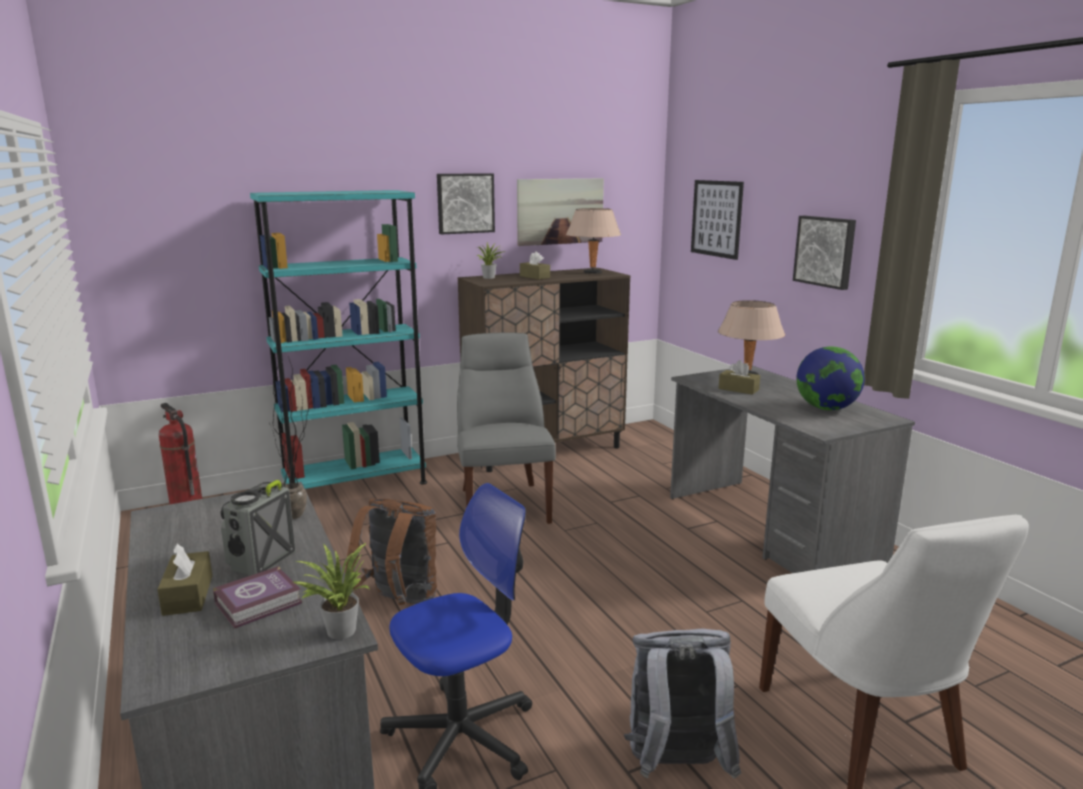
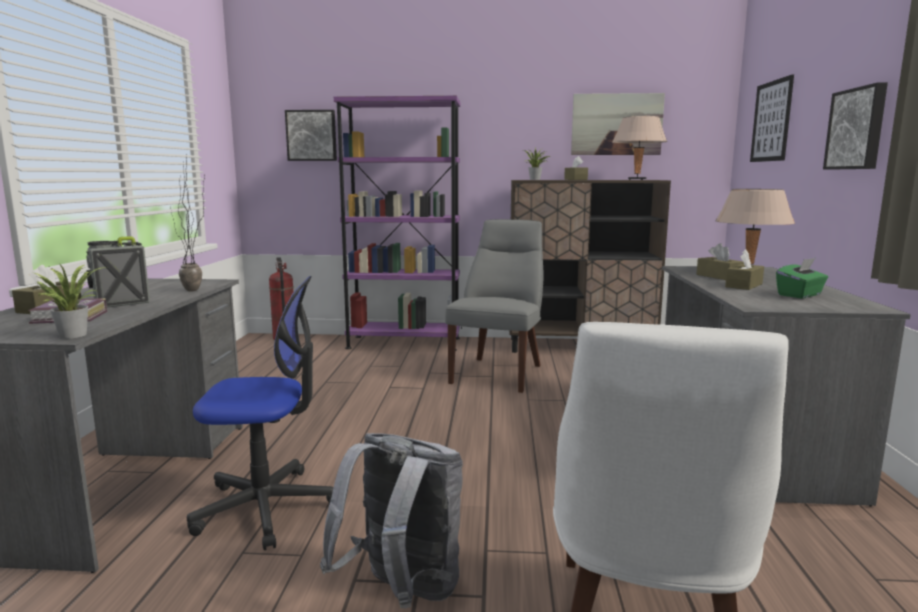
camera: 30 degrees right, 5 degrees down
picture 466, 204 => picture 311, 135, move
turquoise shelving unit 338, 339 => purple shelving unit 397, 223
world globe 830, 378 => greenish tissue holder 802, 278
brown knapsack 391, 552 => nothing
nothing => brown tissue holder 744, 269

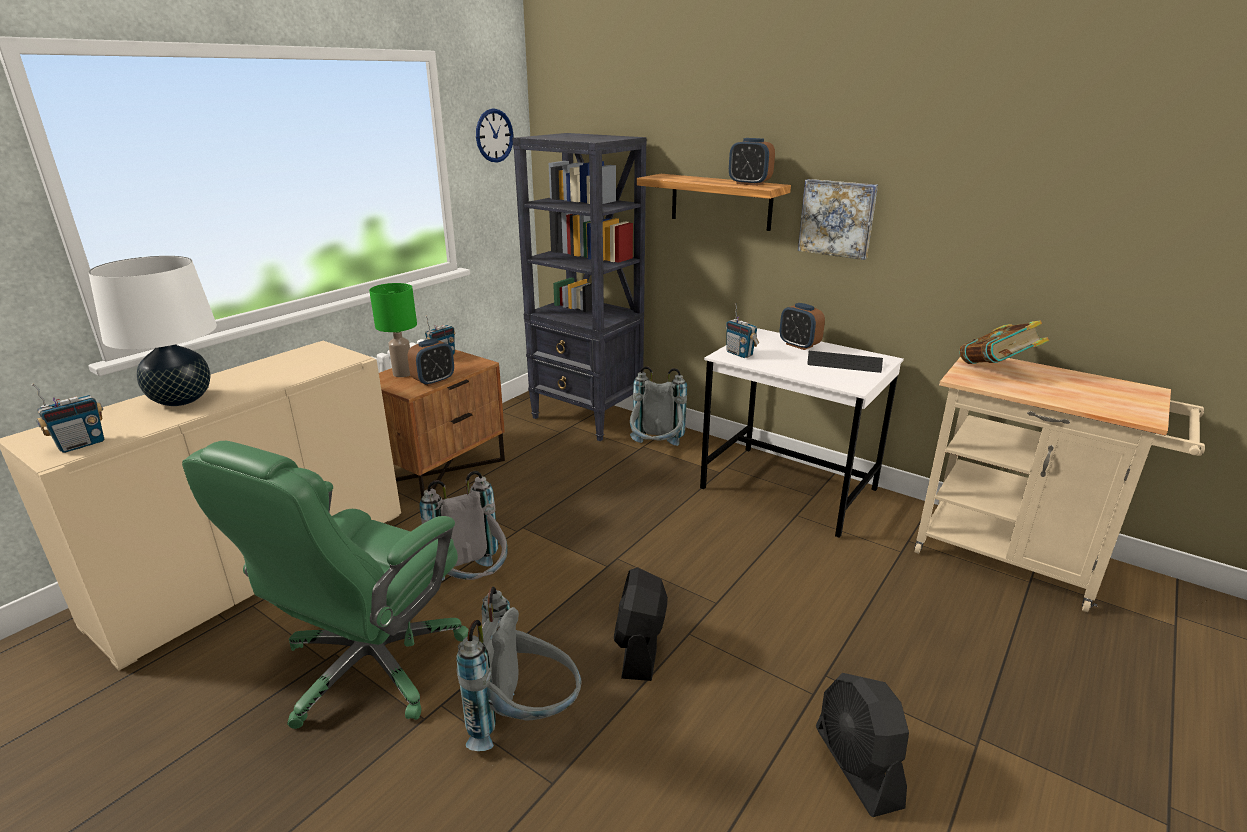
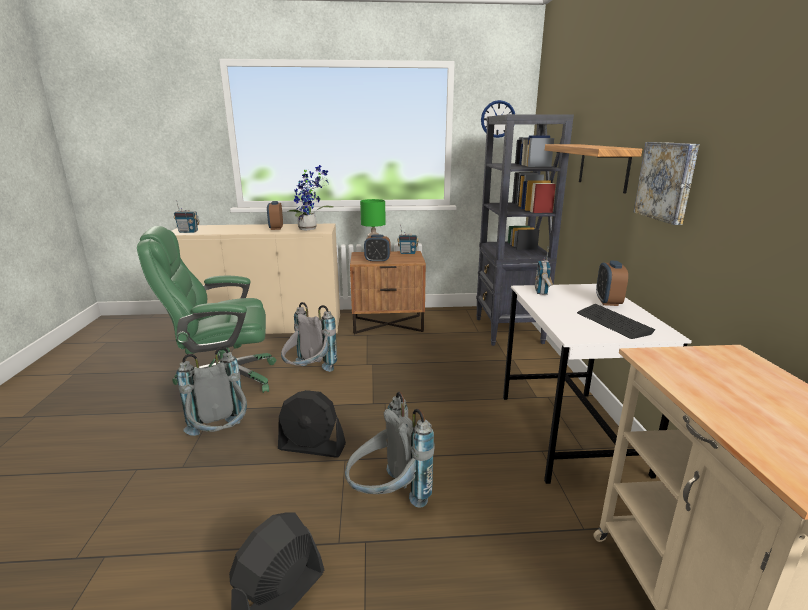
camera: 50 degrees right, 5 degrees down
table clock 752, 162 => table clock 275, 215, move
whitish tabletop lamp 152, 331 => nothing
bound book 1004, 342 => nothing
gray knapsack 658, 406 => gray knapsack 390, 449, move
blackish fan 641, 624 => blackish fan 312, 424, 135 degrees counterclockwise
nothing => houseplant 310, 197

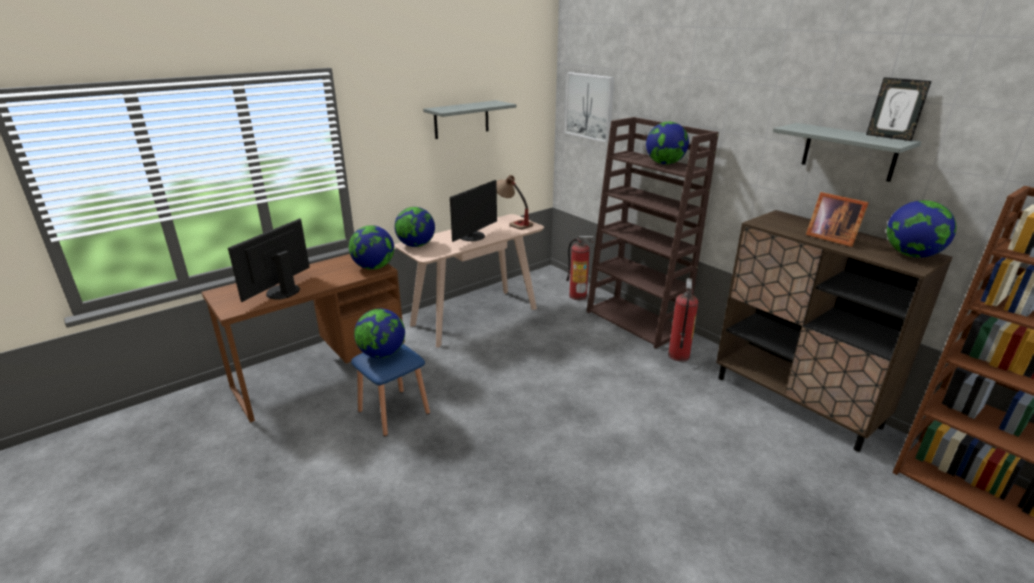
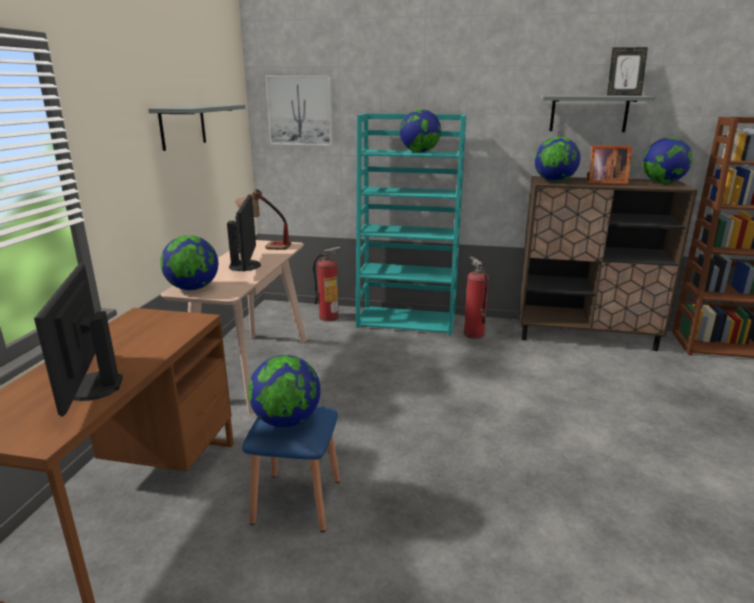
camera: 40 degrees left, 5 degrees down
brown shelving unit 653, 233 => turquoise shelving unit 411, 224
world globe 371, 247 => world globe 557, 159, move

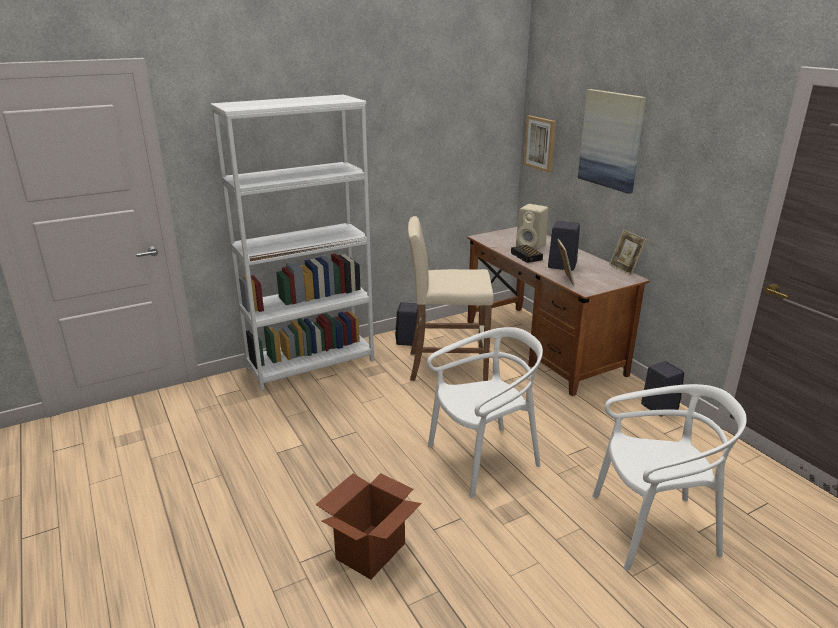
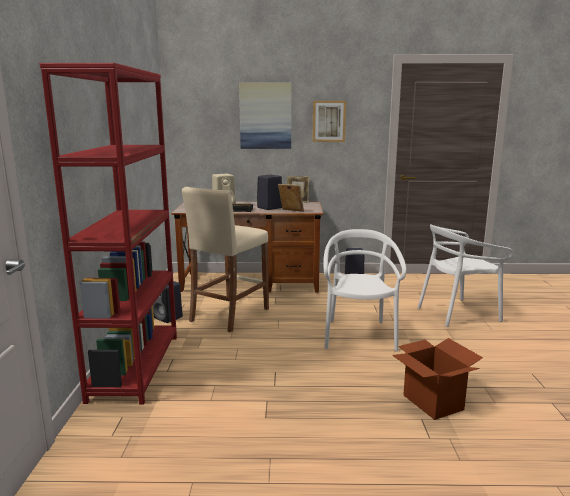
camera: 60 degrees left, 10 degrees down
whitish shelving unit 292, 243 => reddish shelving unit 108, 234
picture 539, 144 => picture 329, 121, move
whitish plain chair 669, 477 => whitish plain chair 465, 275, 135 degrees counterclockwise

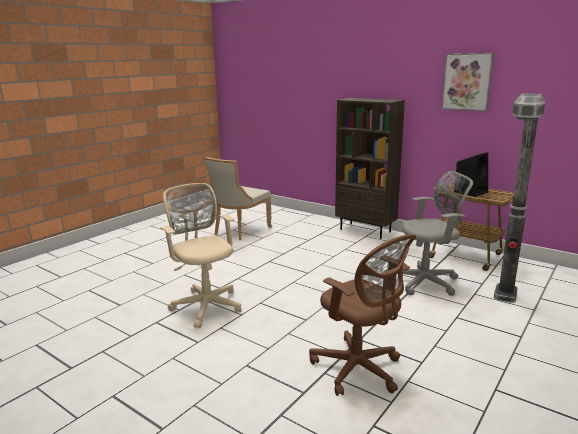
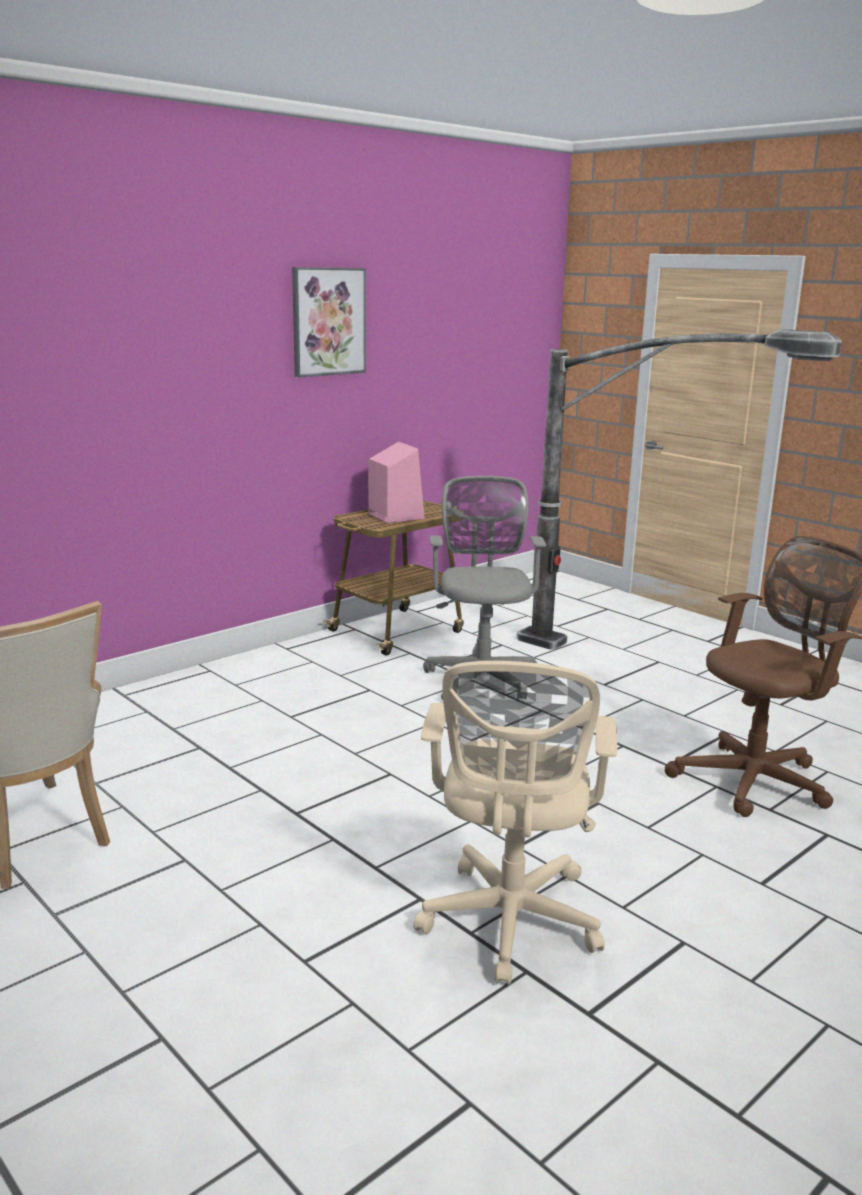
camera: 80 degrees left, 0 degrees up
brown shelving unit 370, 168 => nothing
blackish speaker 471, 174 => pink speaker 396, 482
beige desk chair 201, 256 => beige desk chair 515, 823, 60 degrees counterclockwise

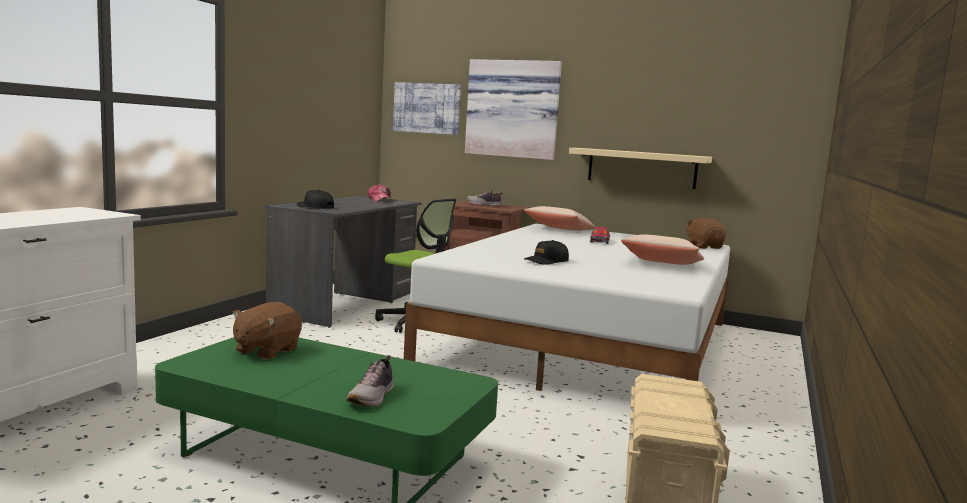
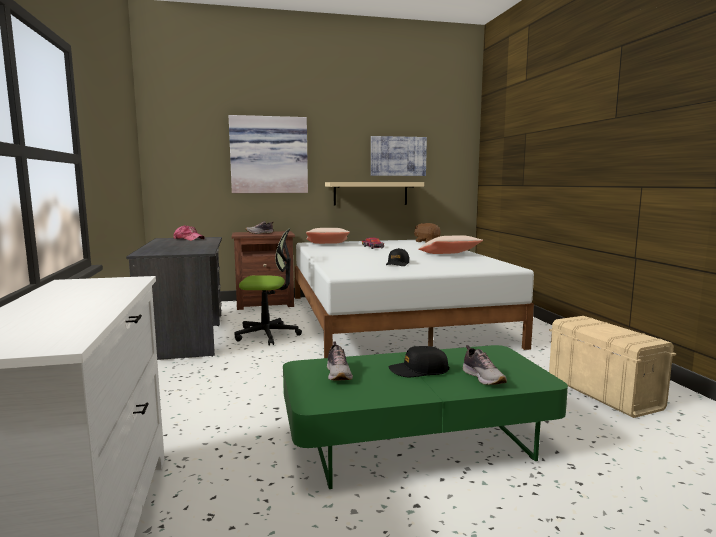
camera: 35 degrees left, 0 degrees up
picture 427, 108 => picture 399, 156, move
blackish peaked cap 315, 199 => blackish peaked cap 419, 361, move
brown plush toy 267, 331 => low shoe 340, 361

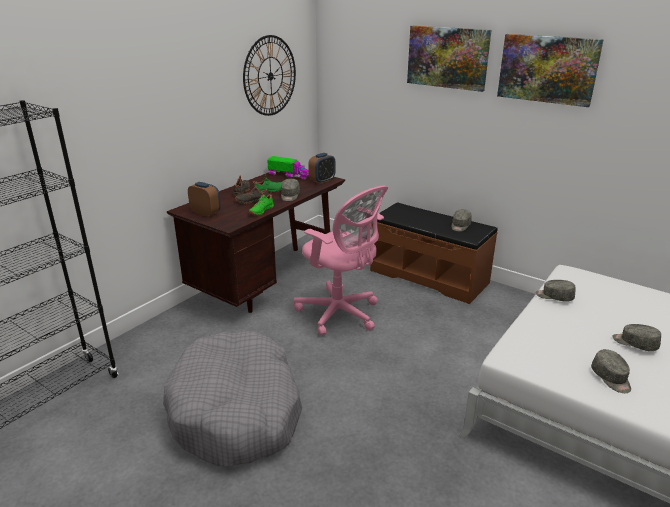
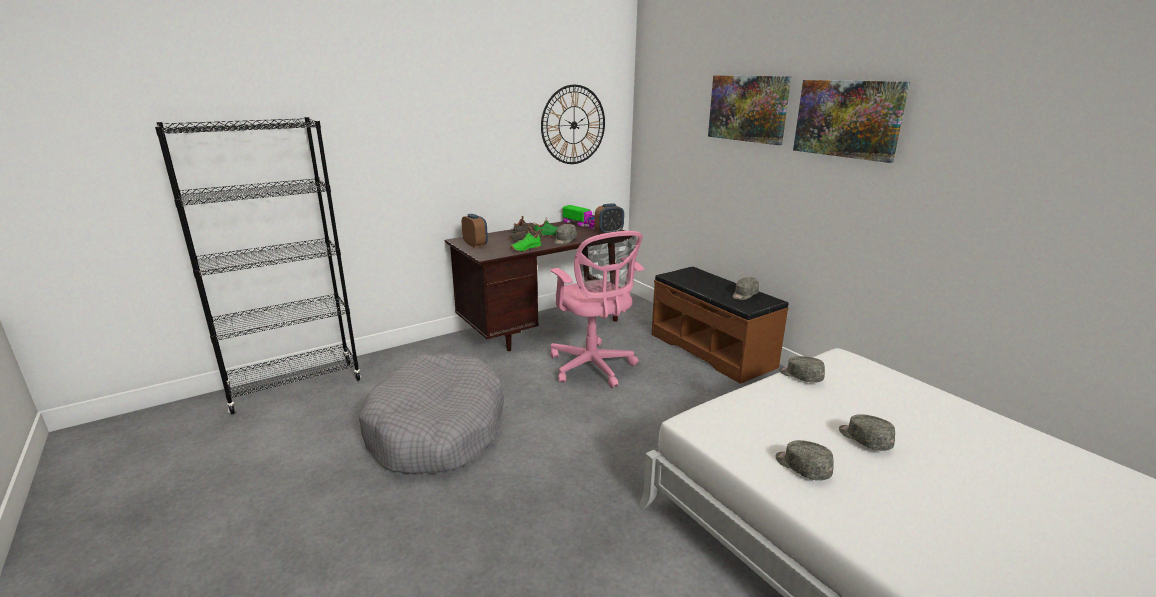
camera: 20 degrees right, 5 degrees down
gray peaked cap 611, 371 => gray peaked cap 805, 460, 135 degrees clockwise

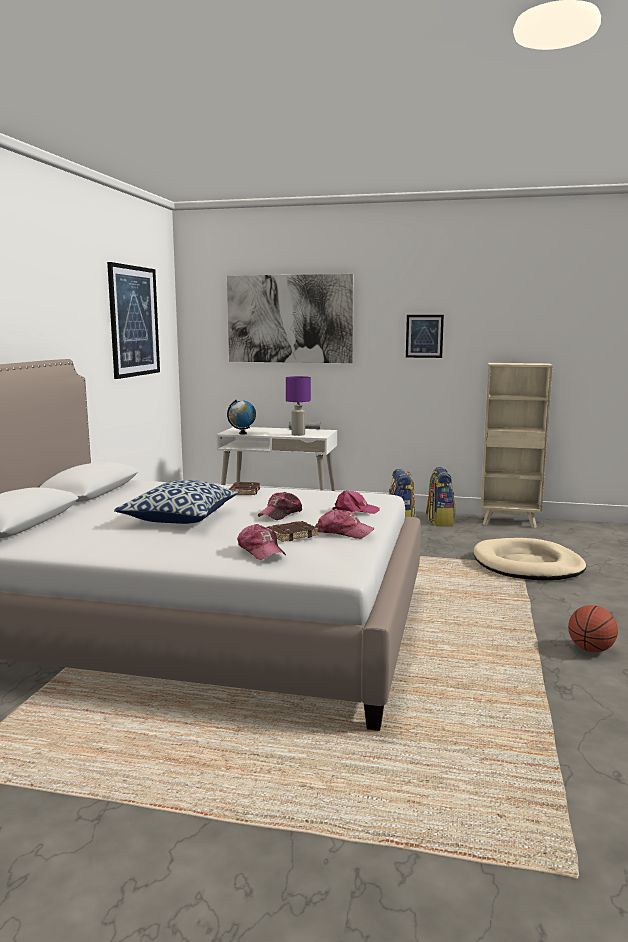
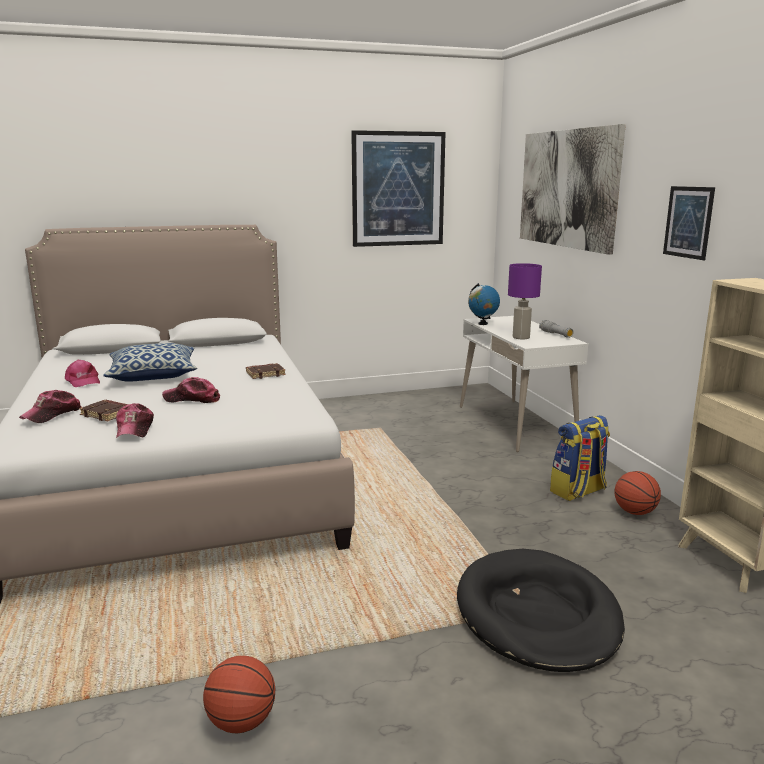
camera: 60 degrees right, 5 degrees up
knapsack 441, 496 => ball for basketball 637, 493
pink peaked cap 356, 502 => pink peaked cap 82, 373, move
beige pet bed 529, 559 => blackish pet bed 541, 610

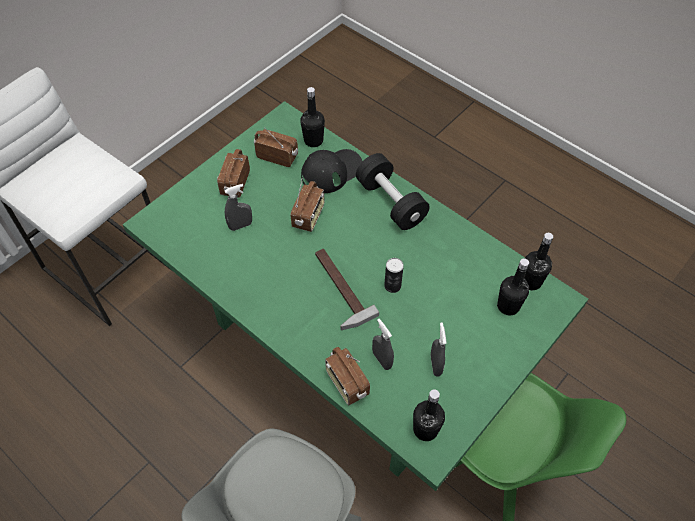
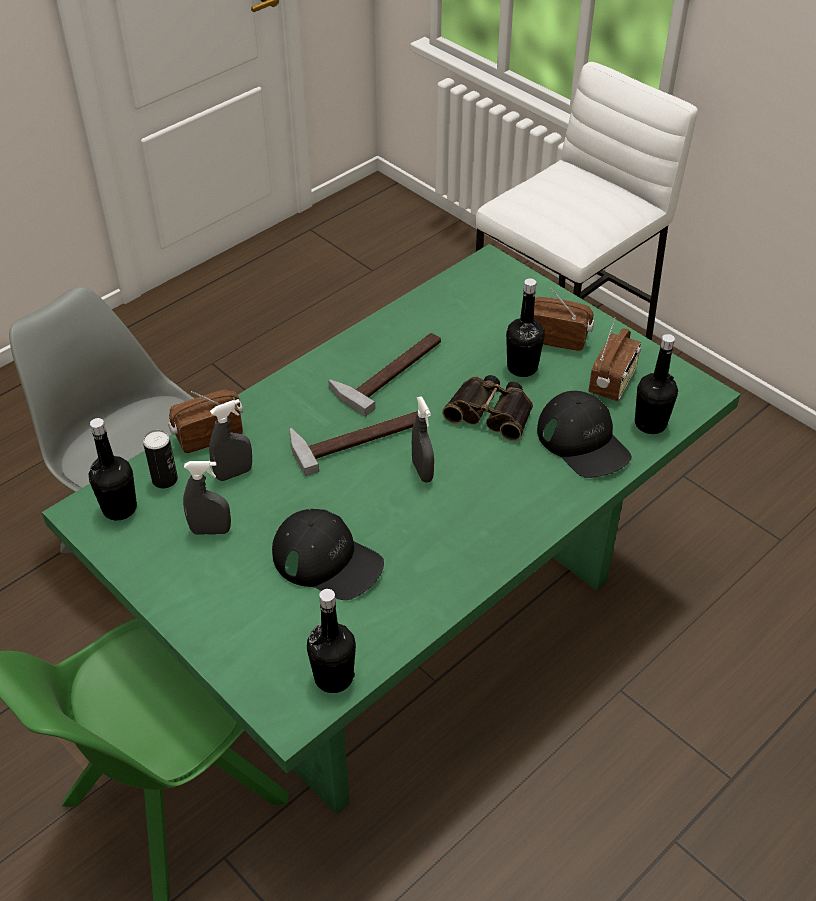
camera: 95 degrees right, 10 degrees down
blackish hand weight 393, 191 => nothing
radio receiver 307, 205 => binoculars 487, 408
gray hand sprayer 238, 207 => gray hand sprayer 423, 439, move
metal can 394, 275 => metal can 160, 459, move
blackish bottle 513, 286 => blackish bottle 525, 327, move
nothing => tool hammer 384, 375
nothing => blackish peaked cap 328, 554

